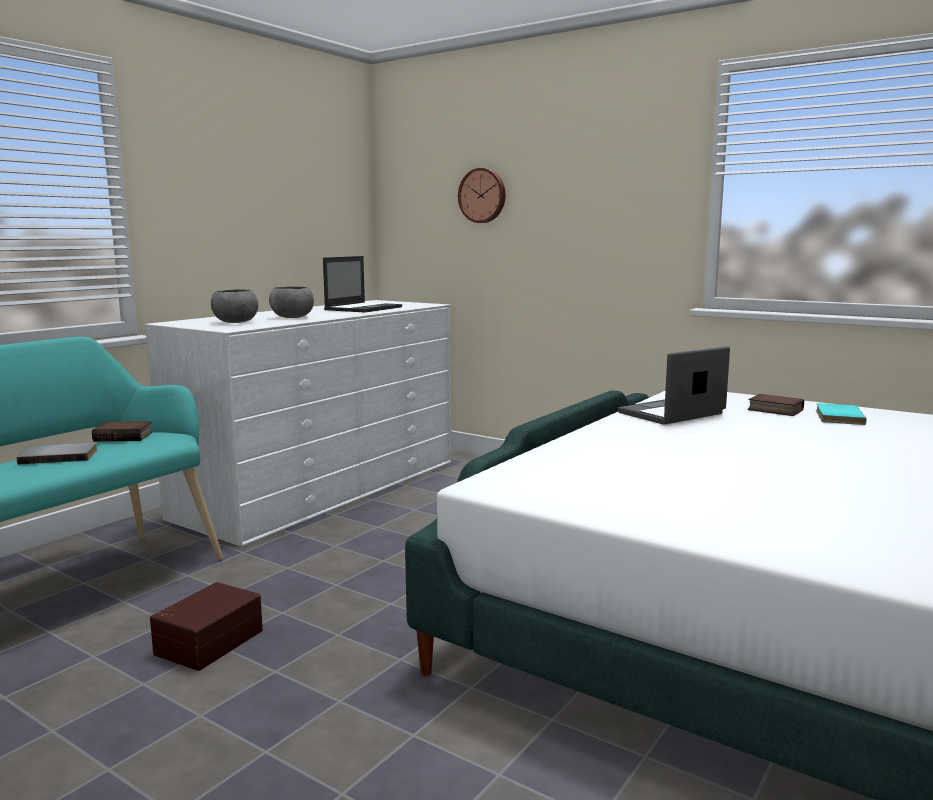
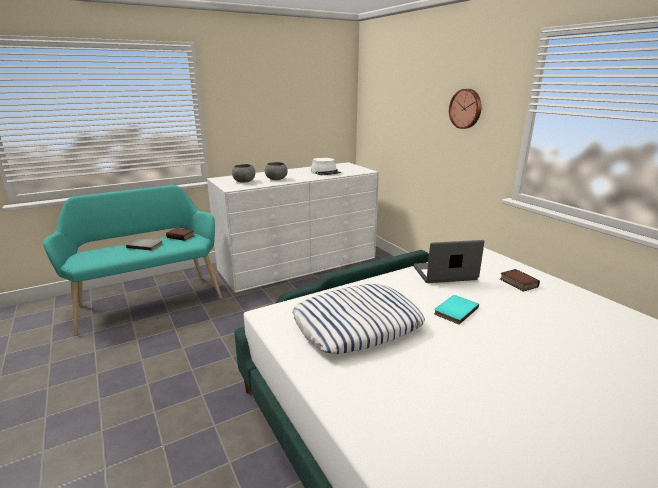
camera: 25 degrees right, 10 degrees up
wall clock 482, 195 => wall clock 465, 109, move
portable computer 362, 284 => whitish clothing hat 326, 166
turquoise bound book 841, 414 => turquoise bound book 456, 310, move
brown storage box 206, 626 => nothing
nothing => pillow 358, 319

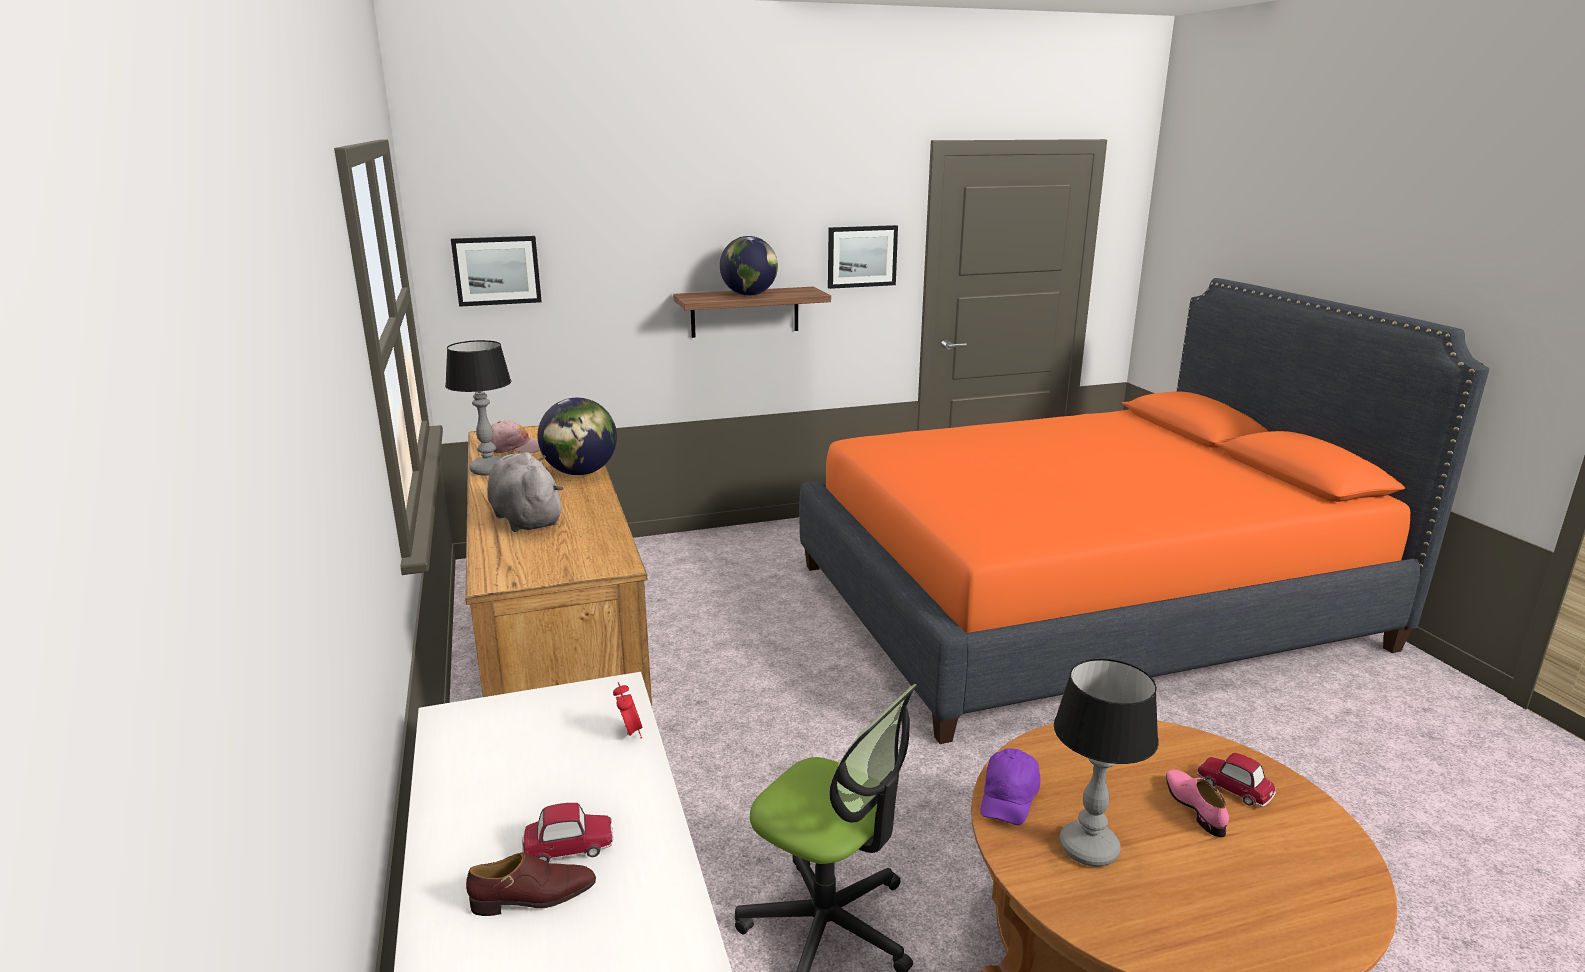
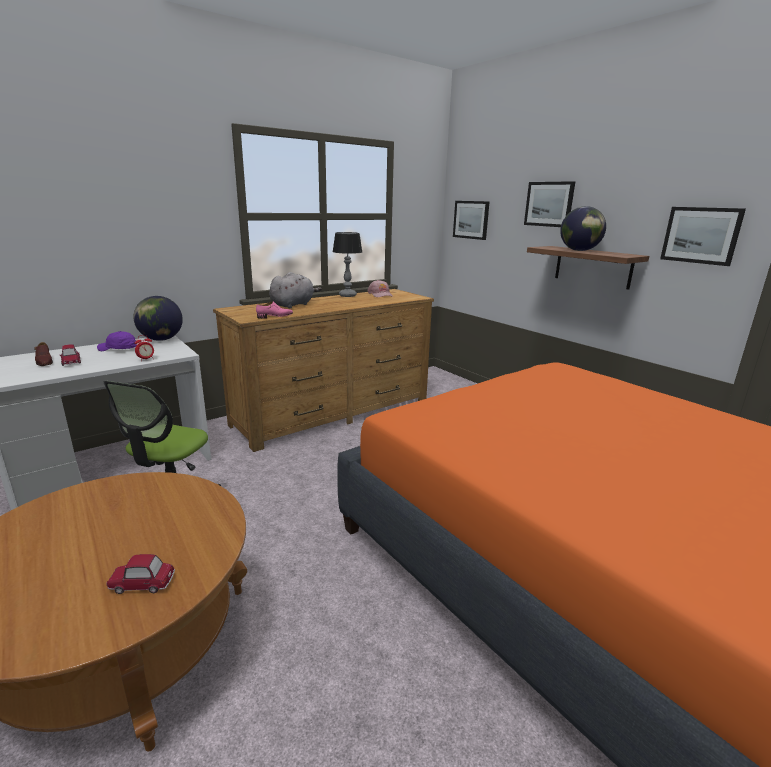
camera: 70 degrees right, 0 degrees up
world globe 577, 436 => world globe 158, 318, move
tabletop lamp 1106, 762 => nothing
purple peaked cap 1010, 786 => purple peaked cap 117, 341, move
toy car 1236, 780 => toy car 140, 574, 120 degrees counterclockwise
pink low shoe 1197, 803 => pink low shoe 274, 310, move
nothing => picture 549, 204

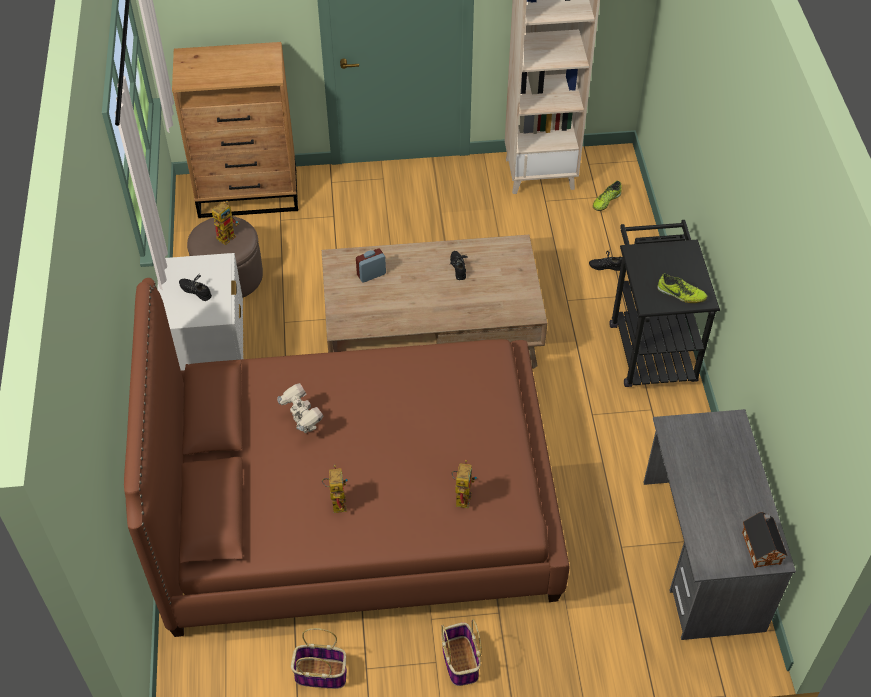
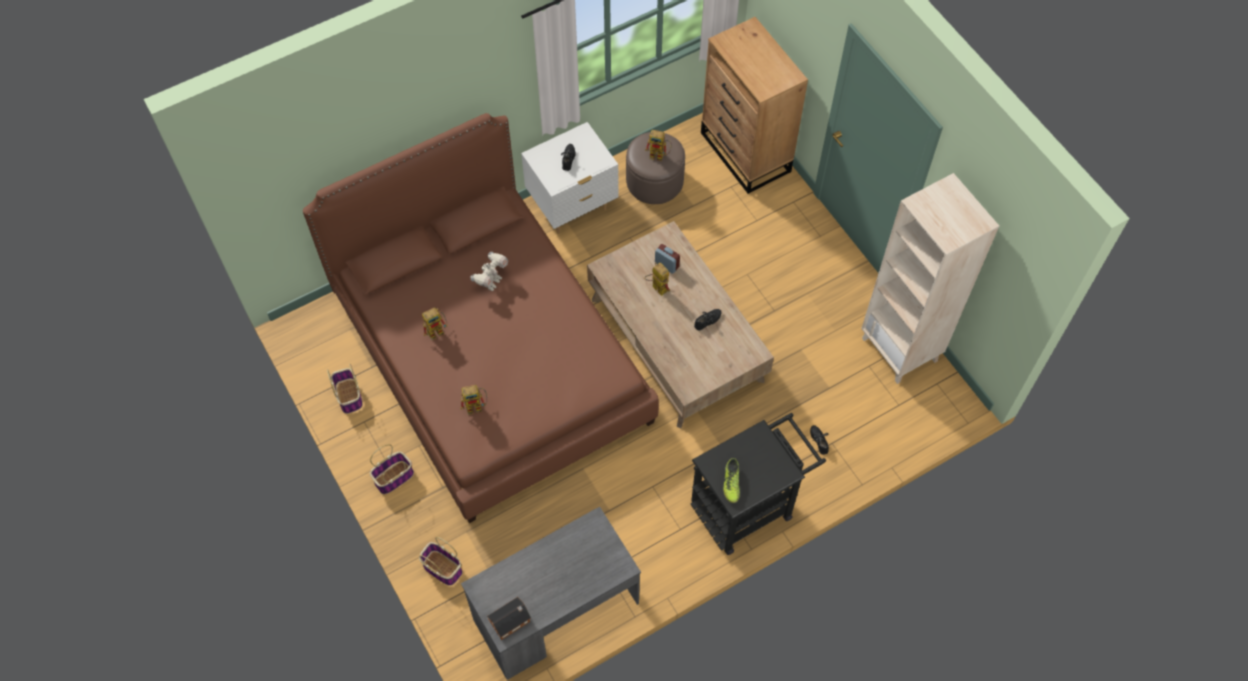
camera: 65 degrees right, 10 degrees up
low shoe 607, 196 => nothing
nothing => toy robot 657, 279
nothing => storage basket 441, 561

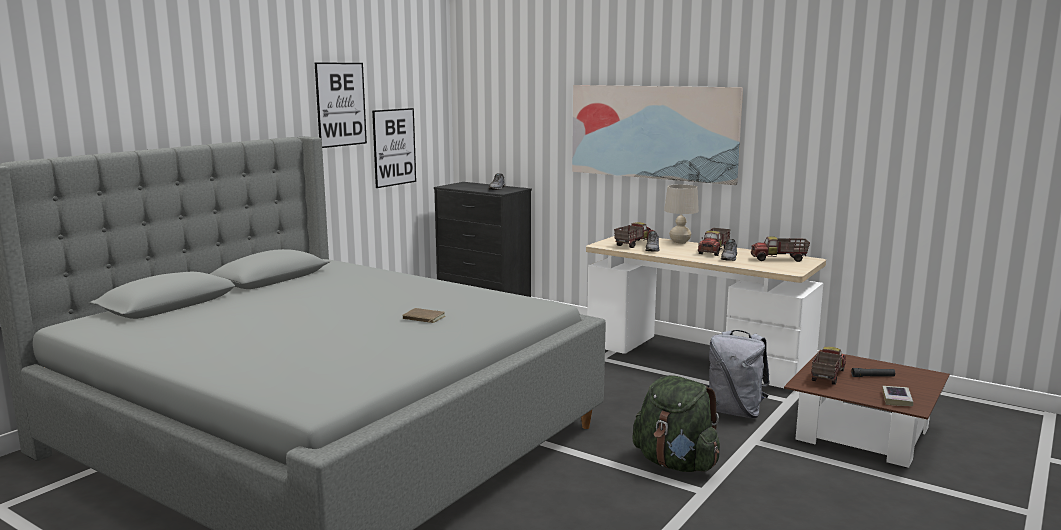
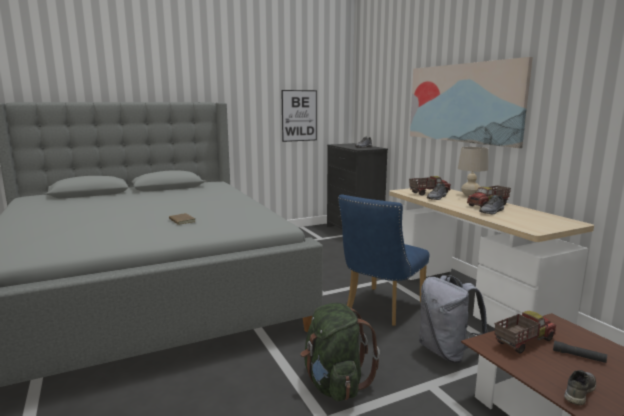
camera: 30 degrees right, 0 degrees up
picture 341, 105 => nothing
model truck 780, 249 => nothing
bound book 897, 396 => gray low shoe 580, 387
nothing => bluish plain chair 383, 260

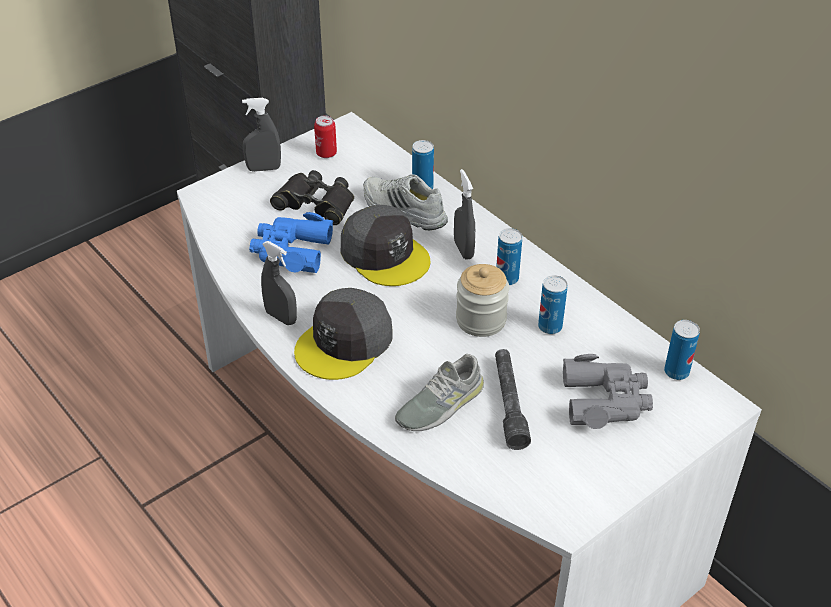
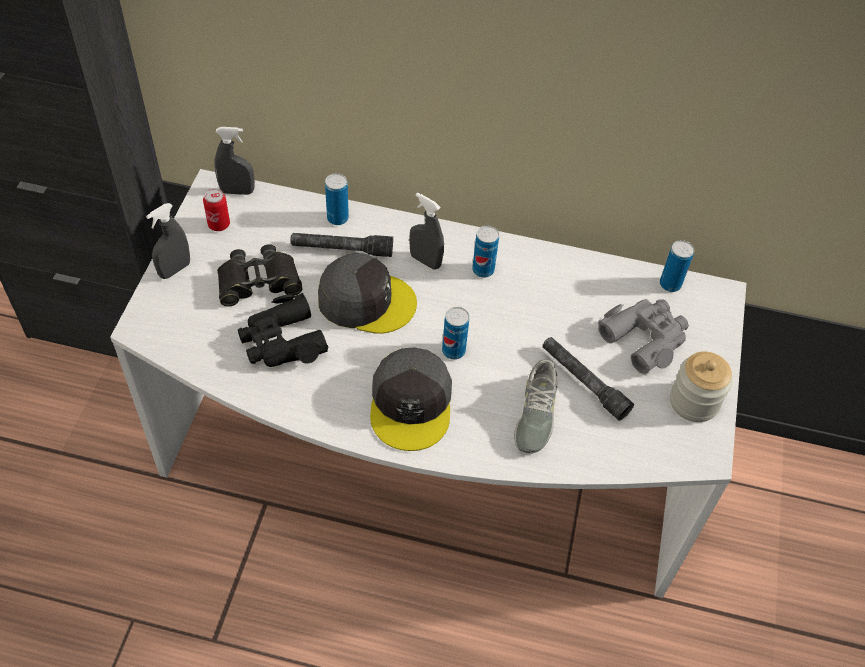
camera: 40 degrees left, 10 degrees up
whitish low shoe 406, 202 => gray torch 341, 245
bluish binoculars 291, 242 => blackish binoculars 283, 330
gray hand sprayer 279, 283 => gray hand sprayer 234, 161, move
storage jar 482, 300 => storage jar 701, 387, move
metal can 553, 304 => metal can 455, 333, move

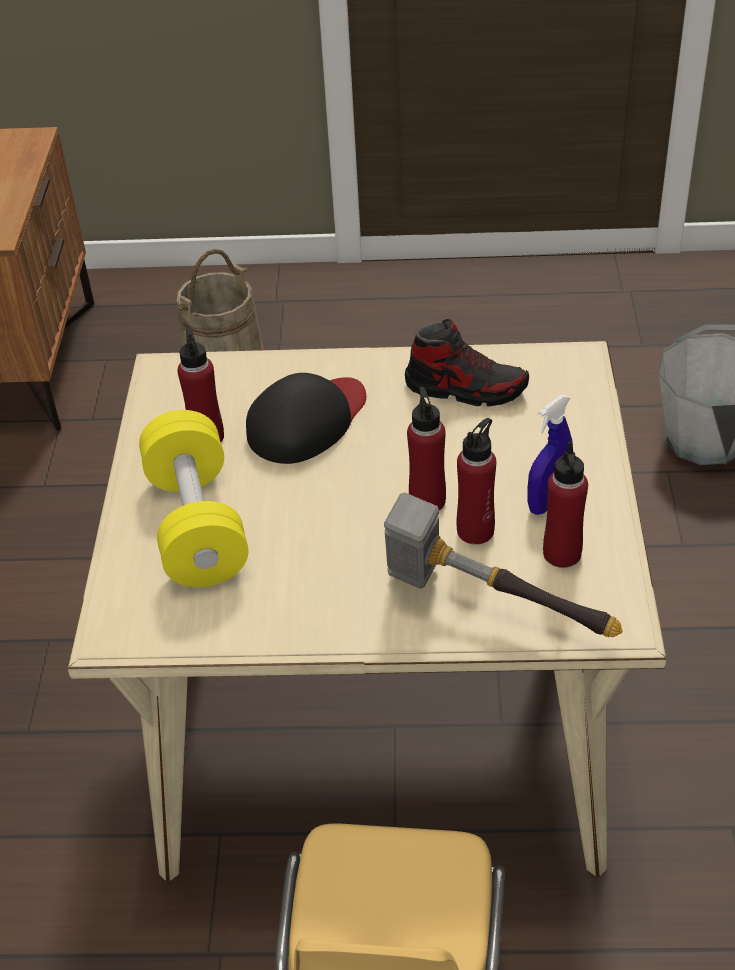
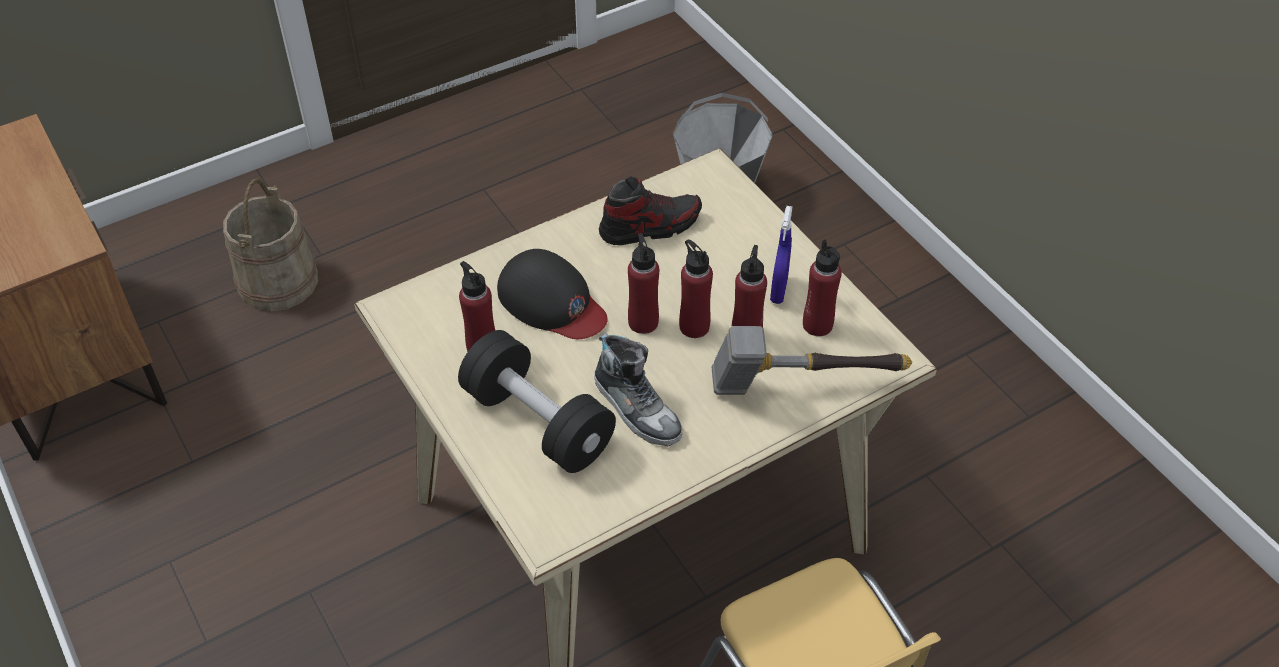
camera: 35 degrees left, 5 degrees up
blackish peaked cap 306, 418 => blackish peaked cap 552, 294, 120 degrees clockwise
yellowish hand weight 194, 498 => blackish hand weight 537, 401
nothing => reddish bottle 643, 283
nothing => low shoe 638, 390

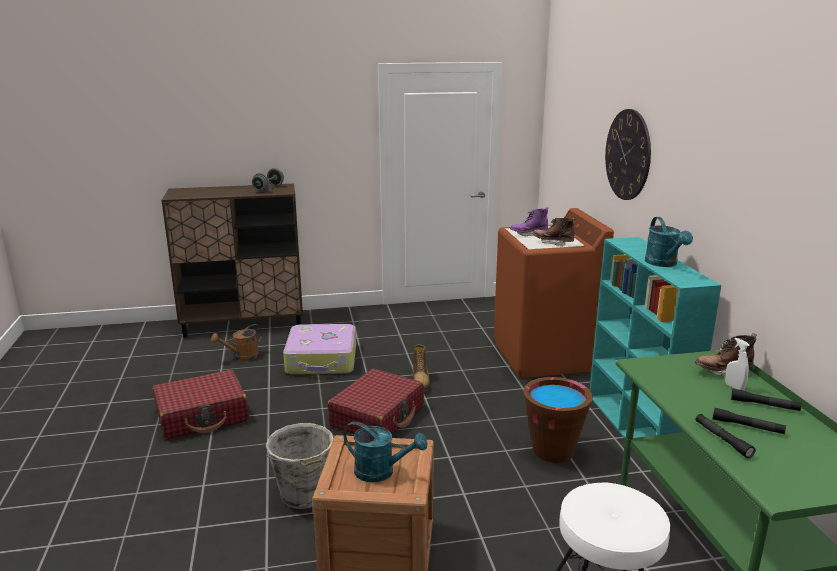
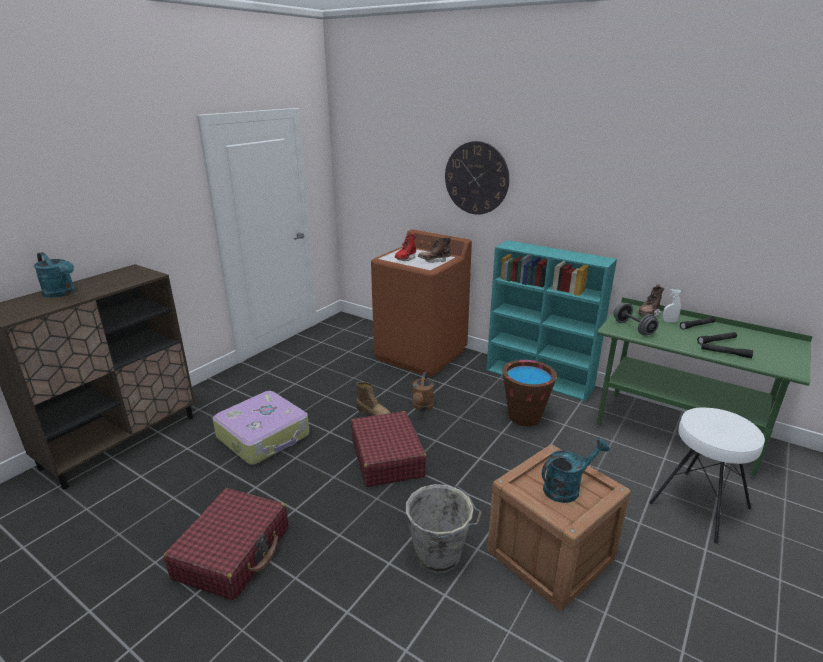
camera: 45 degrees left, 5 degrees up
gray hand weight 268, 180 => gray hand weight 636, 319, move
purple boot 529, 221 => reddish boot 406, 247
turquoise watering pot 669, 242 => turquoise watering pot 54, 275, move
brown watering pot 236, 342 => brown watering pot 423, 391, move

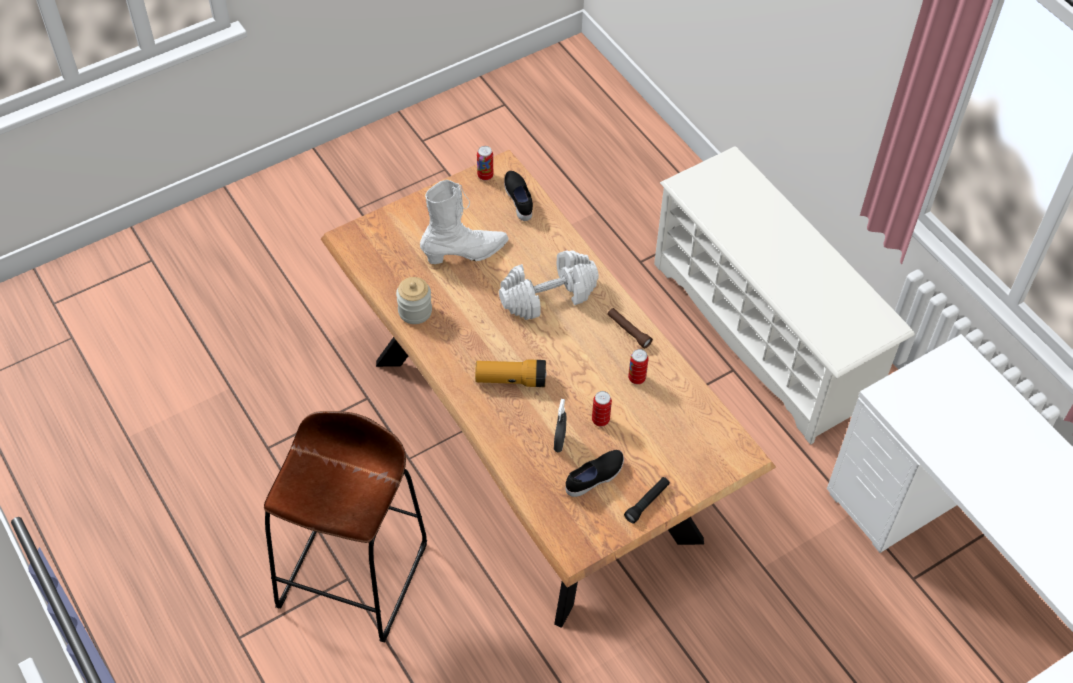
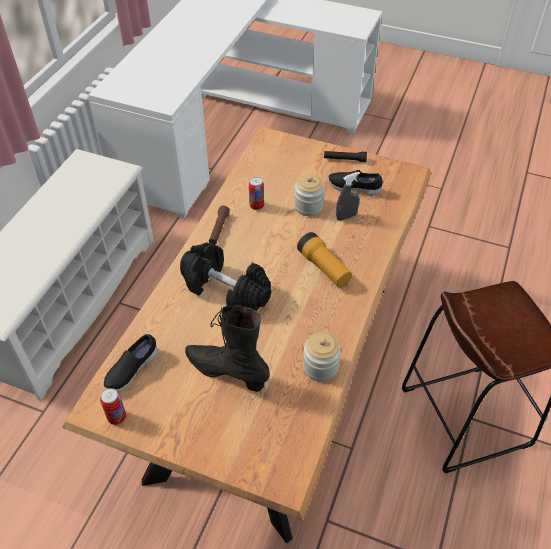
camera: 125 degrees left, 5 degrees down
whitish boot 464, 222 => blackish boot 227, 348
whitish hand weight 549, 285 => blackish hand weight 225, 277
metal can 602, 409 => storage jar 309, 195

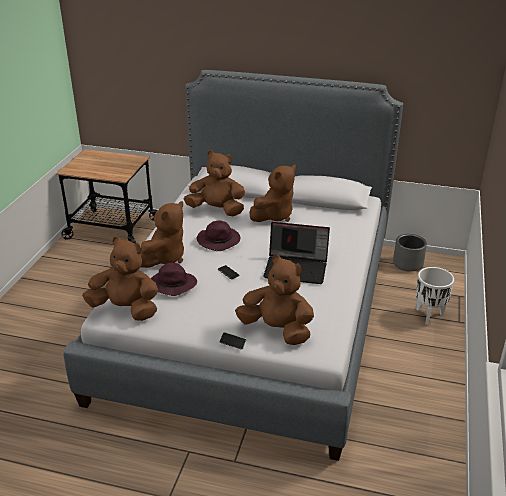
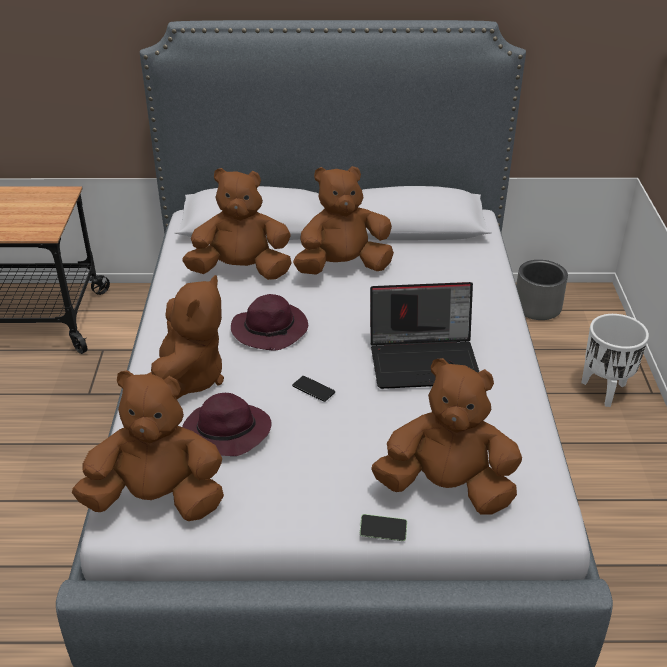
camera: 15 degrees left, 5 degrees up
brown plush toy 272, 193 => brown plush toy 343, 220, 135 degrees counterclockwise

